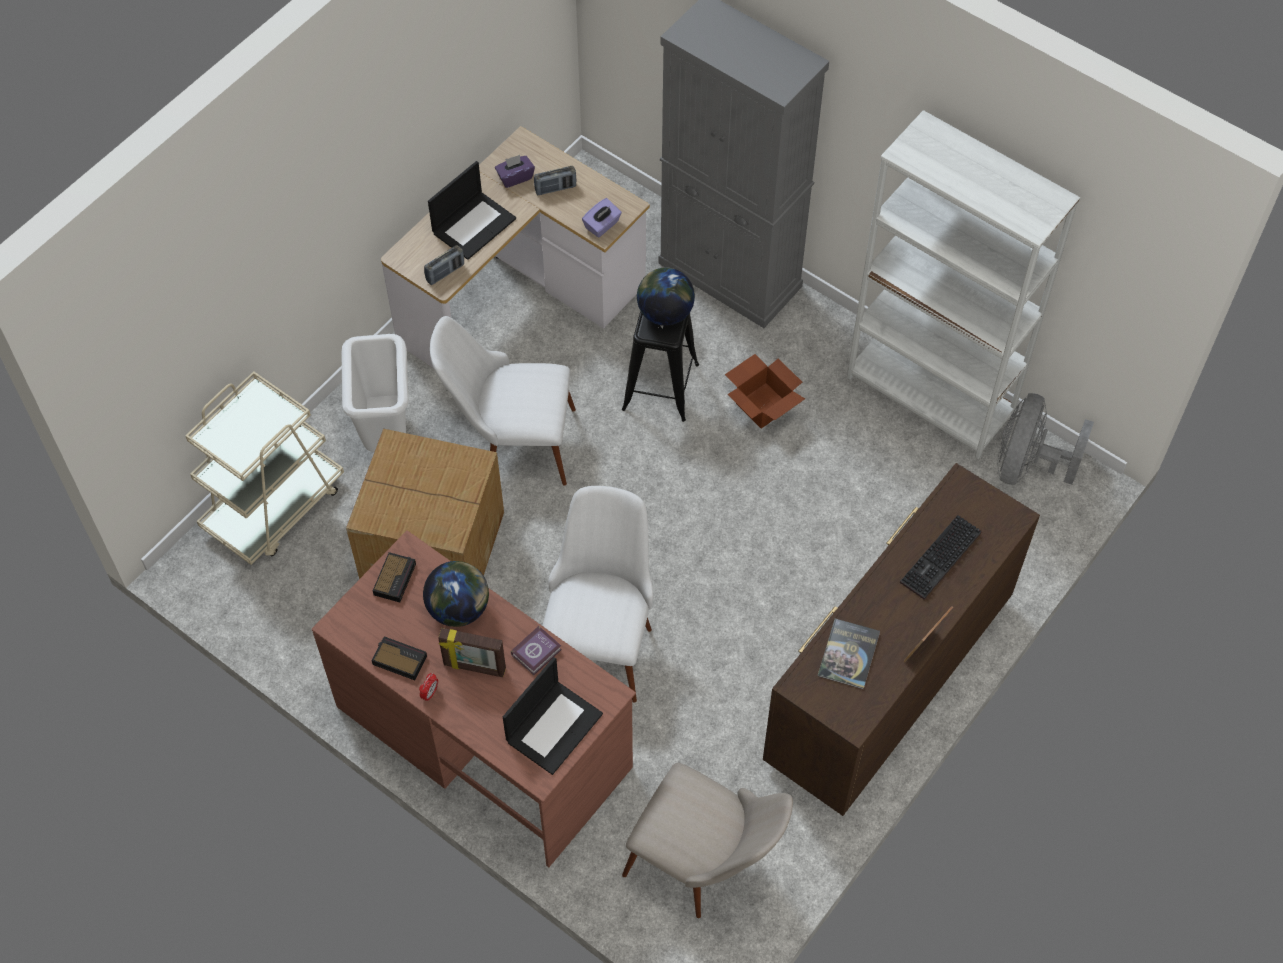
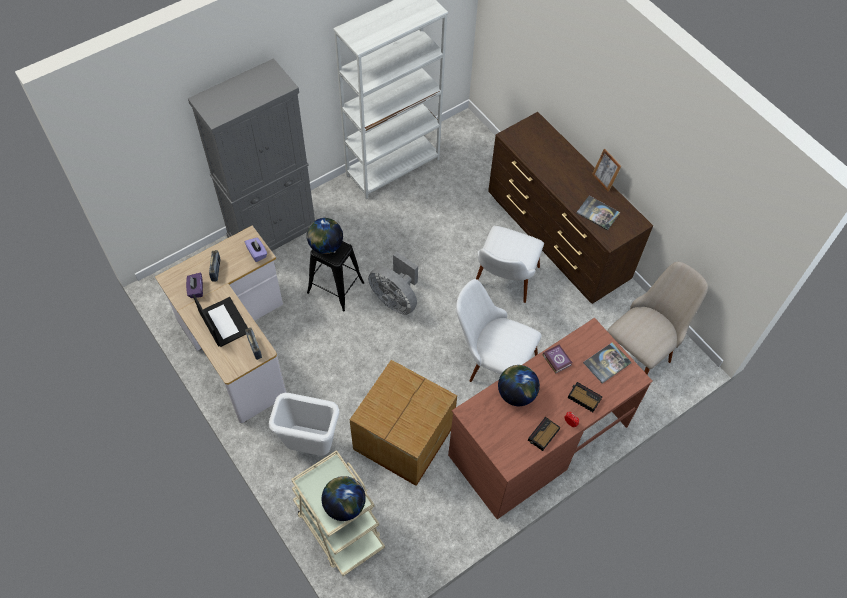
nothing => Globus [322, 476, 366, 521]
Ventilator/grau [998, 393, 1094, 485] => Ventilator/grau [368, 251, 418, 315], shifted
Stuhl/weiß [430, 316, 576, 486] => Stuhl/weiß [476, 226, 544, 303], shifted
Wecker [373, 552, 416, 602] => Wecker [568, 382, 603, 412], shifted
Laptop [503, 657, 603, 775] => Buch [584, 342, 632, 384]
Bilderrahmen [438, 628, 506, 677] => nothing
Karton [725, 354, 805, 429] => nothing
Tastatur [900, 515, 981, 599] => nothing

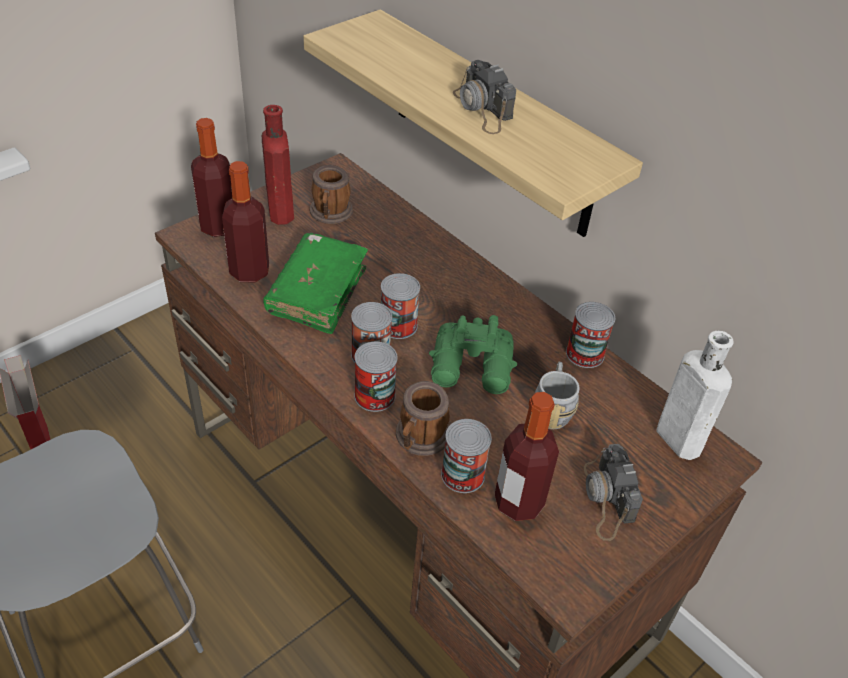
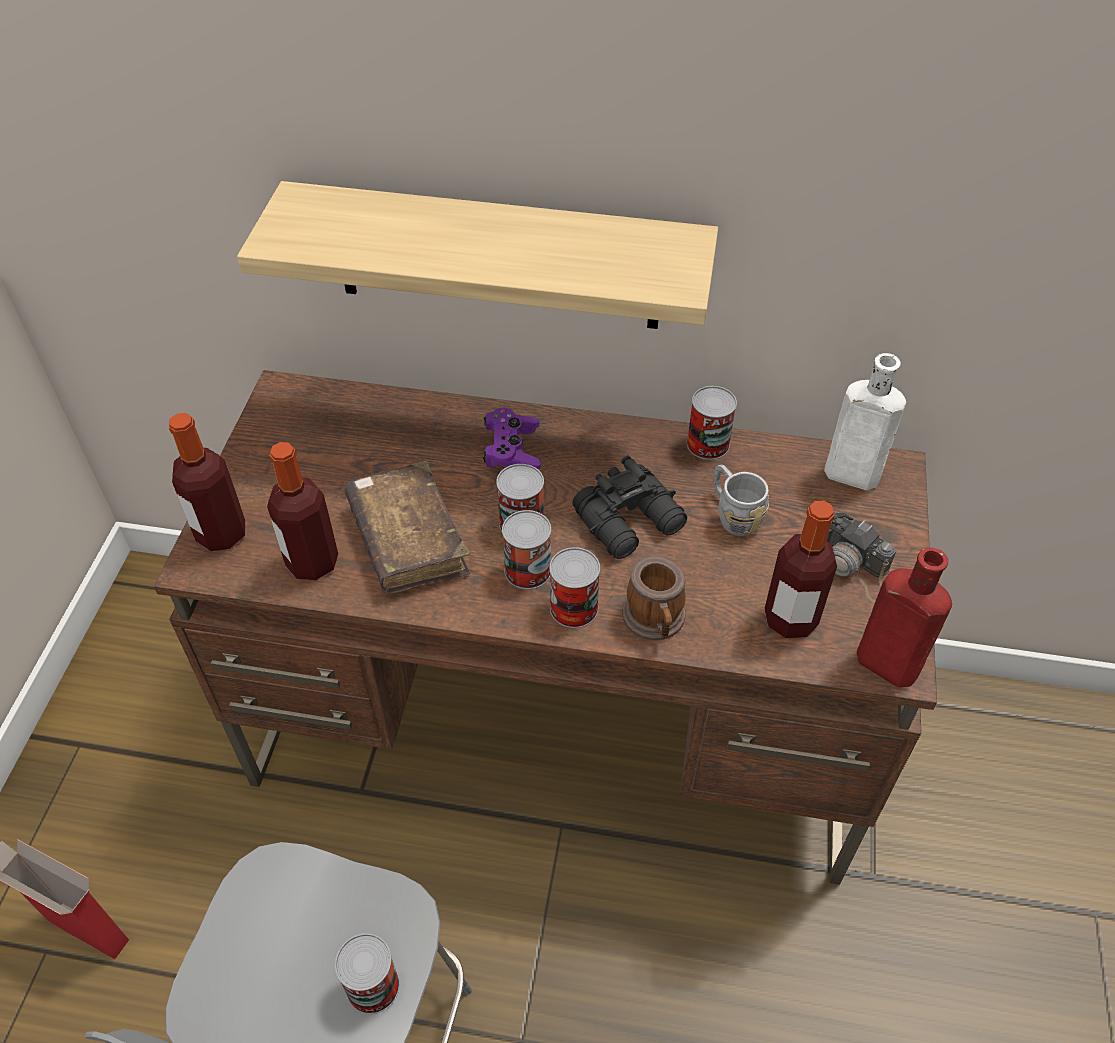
Dose [441, 419, 492, 493] => Dose [335, 933, 400, 1014], shifted
Buch/grün [263, 232, 368, 334] => Buch/braun [345, 461, 470, 594]
nothing => Gamepad/lila [483, 408, 541, 469]
Fernglas/grün [429, 315, 517, 394] => Fernglas/schwarz [572, 455, 687, 559]
Flasche/rot [262, 105, 294, 225] => Flasche/rot [857, 547, 952, 687], shifted
Henkelbecher [310, 165, 353, 224] => nothing
Kamera [453, 60, 516, 134] => nothing

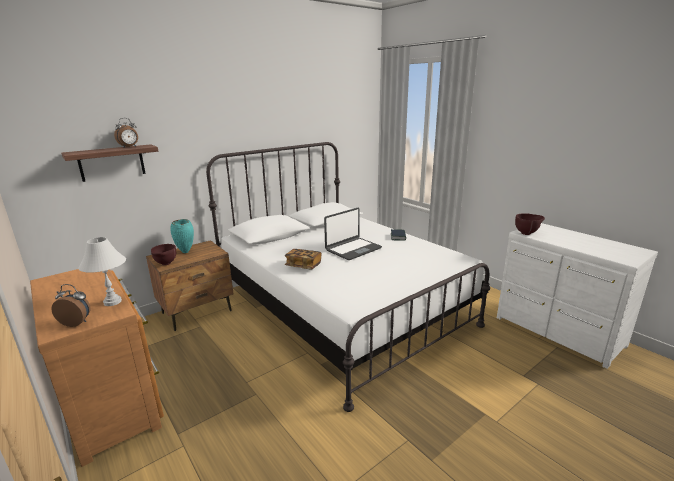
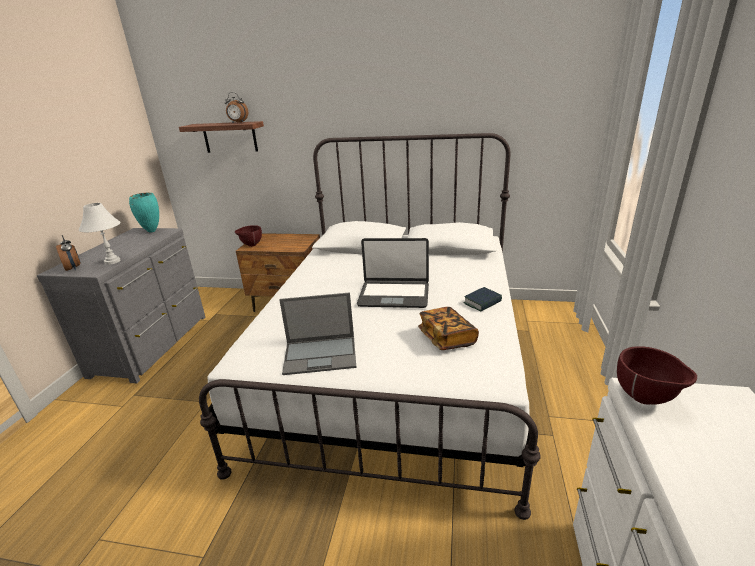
Kommode/braun [30, 269, 164, 467] => Kommode/grau [37, 228, 206, 383]
Vase/türkis [170, 219, 194, 253] => Vase/türkis [129, 193, 159, 233], shifted
nothing => Laptop [279, 292, 356, 375]
Buch [285, 249, 322, 269] => Buch [418, 307, 479, 350], shifted

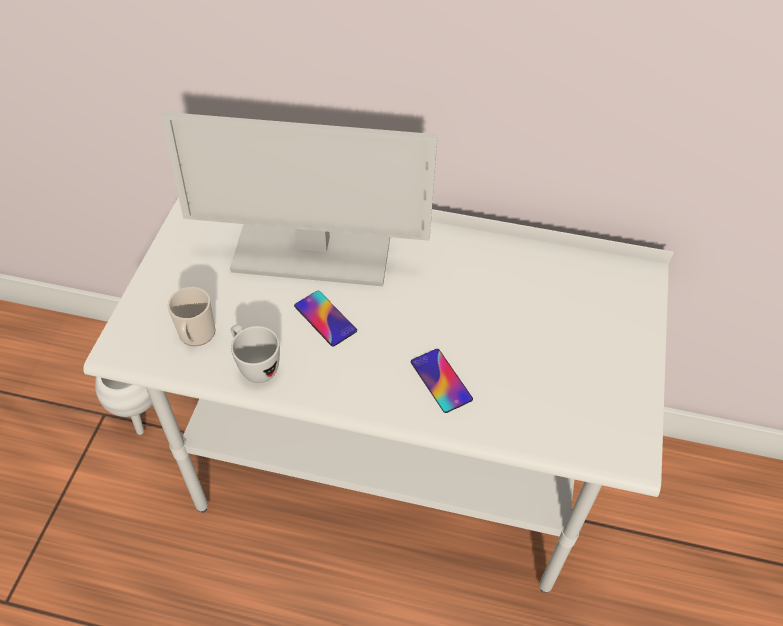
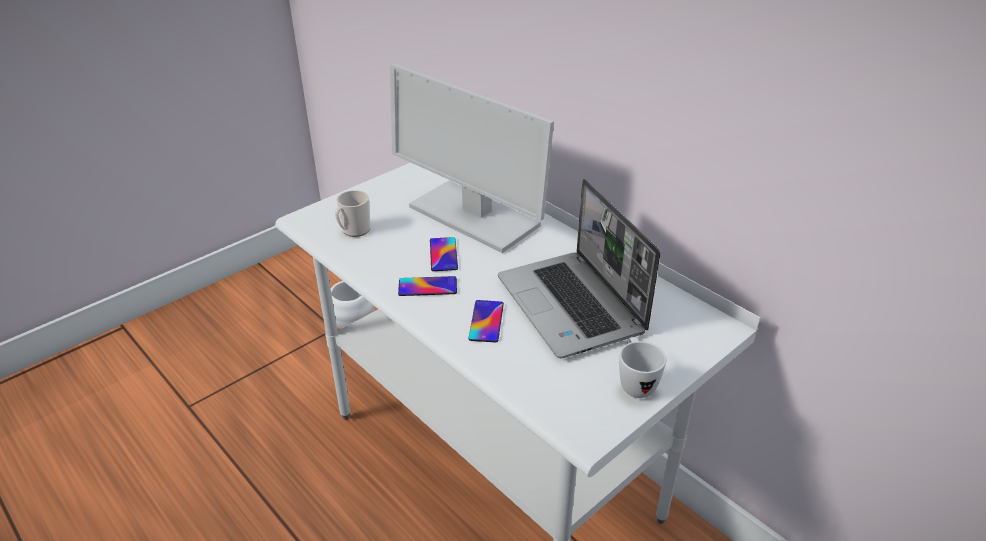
nothing => Handy [398, 276, 457, 296]
nothing => Laptop [498, 179, 660, 358]
Henkelbecher/weiß [231, 324, 280, 383] => Henkelbecher/weiß [619, 337, 666, 398], shifted

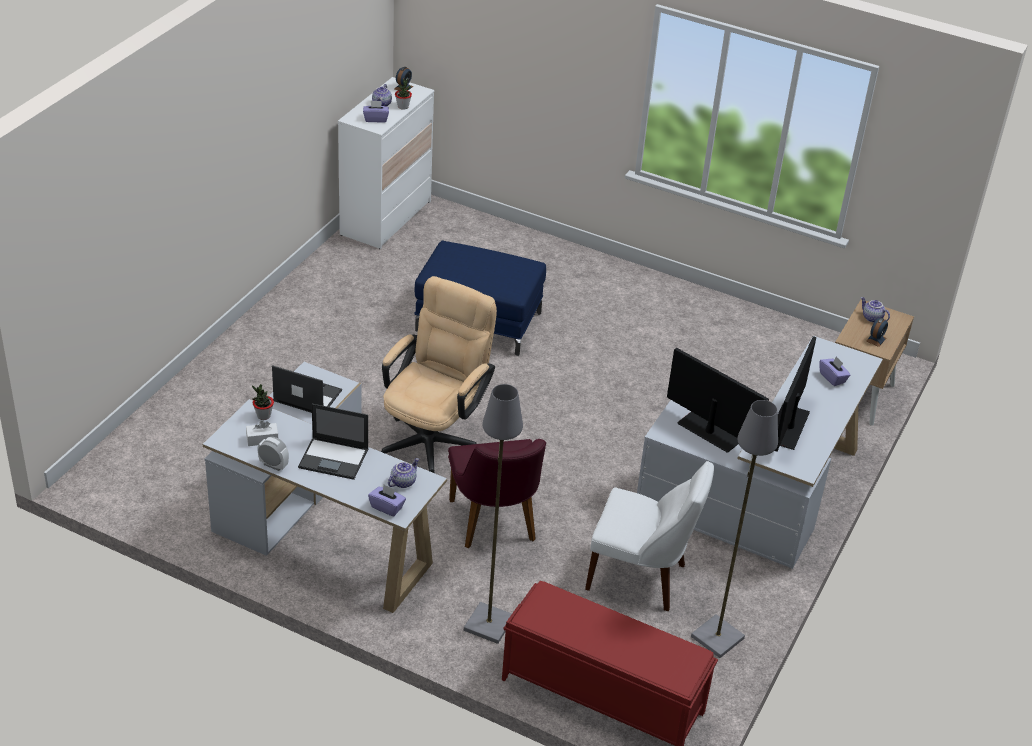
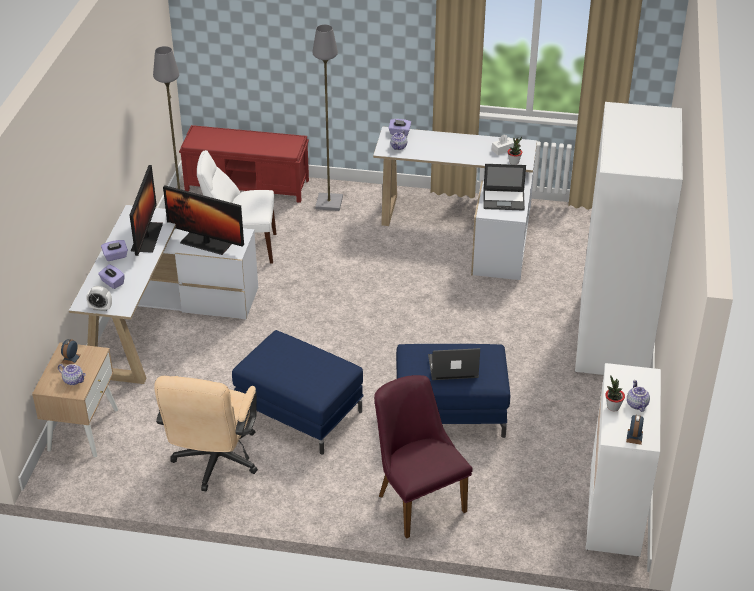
Wecker [257, 437, 289, 471] => Wecker [86, 286, 112, 311], shifted
Taschentuchbox/lila [363, 100, 389, 123] => Taschentuchbox/lila [101, 240, 128, 261], shifted
Bürostuhl/beige [380, 276, 497, 473] => Bürostuhl/beige [154, 376, 258, 491], shifted
nothing => Polsterhocker/blau [232, 330, 364, 455]
Stuhl/lila [448, 439, 546, 548] => Stuhl/lila [374, 375, 473, 539], shifted
Laptop [298, 404, 369, 480] => Laptop [428, 348, 480, 380], shifted
nothing => Kleiderschrank/weiß [575, 102, 683, 375]

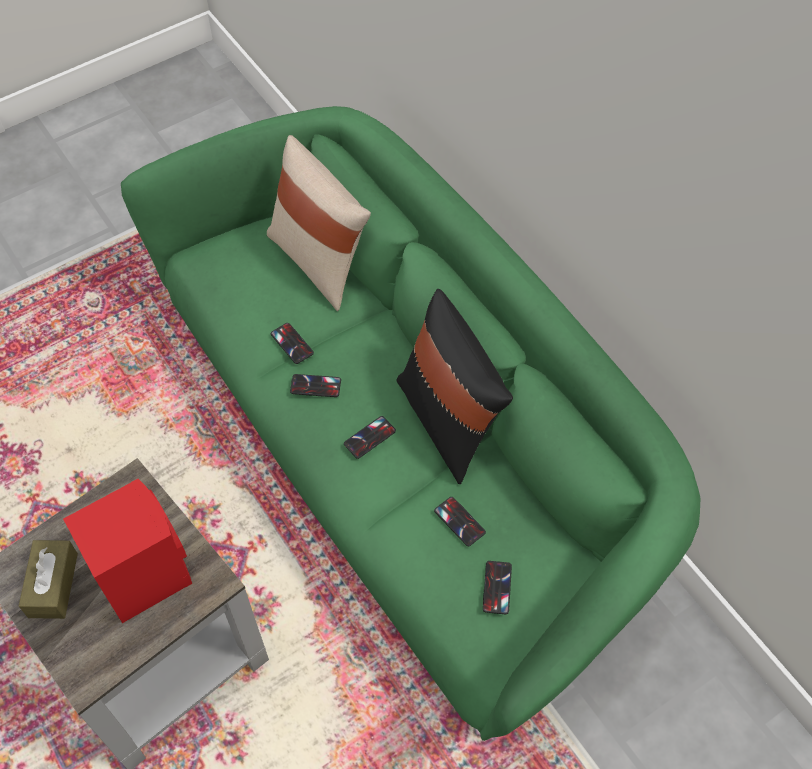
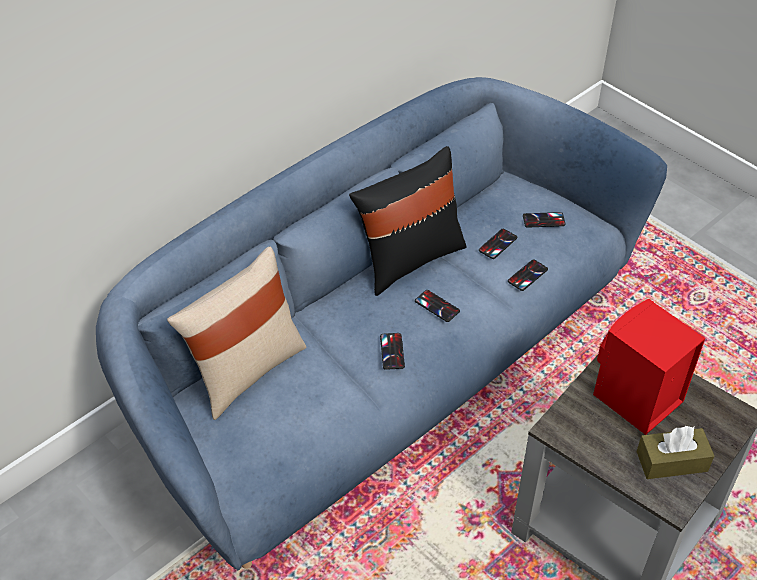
Sofa/grün [121, 106, 701, 741] => Sofa/blau [96, 77, 667, 570]
Handy [271, 323, 314, 364] => Handy [508, 259, 548, 291], shifted

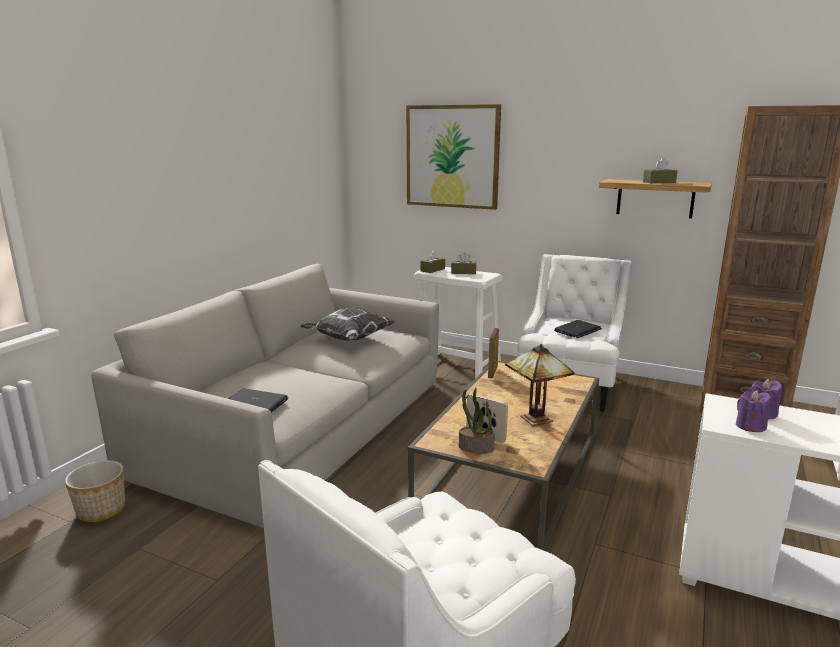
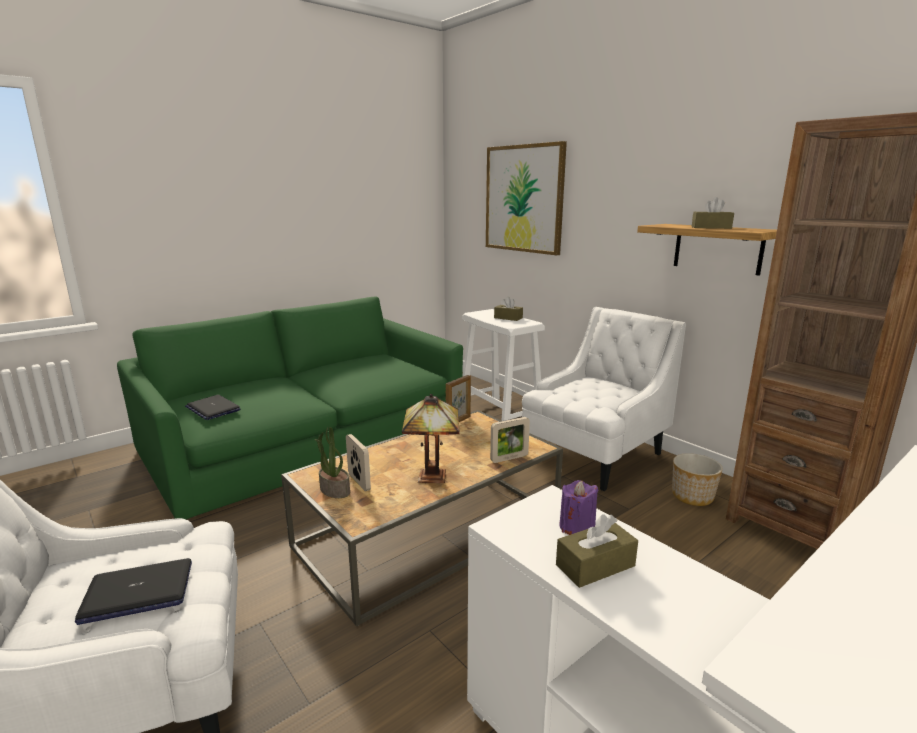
Laptop [554, 320, 602, 338] => Laptop [75, 558, 192, 625], shifted
Sofa/grau [91, 264, 439, 528] => Sofa/grün [117, 297, 463, 519]
nothing => Bilderrahmen [490, 417, 530, 463]
Taschentuchbox/braun [420, 250, 445, 273] => Taschentuchbox/braun [556, 514, 638, 588], shifted
Pflanzkübel [65, 460, 125, 522] => Pflanzkübel [672, 453, 723, 506], shifted
Kissen [300, 308, 395, 340] => nothing
Kerze/lila [736, 390, 771, 432] => nothing

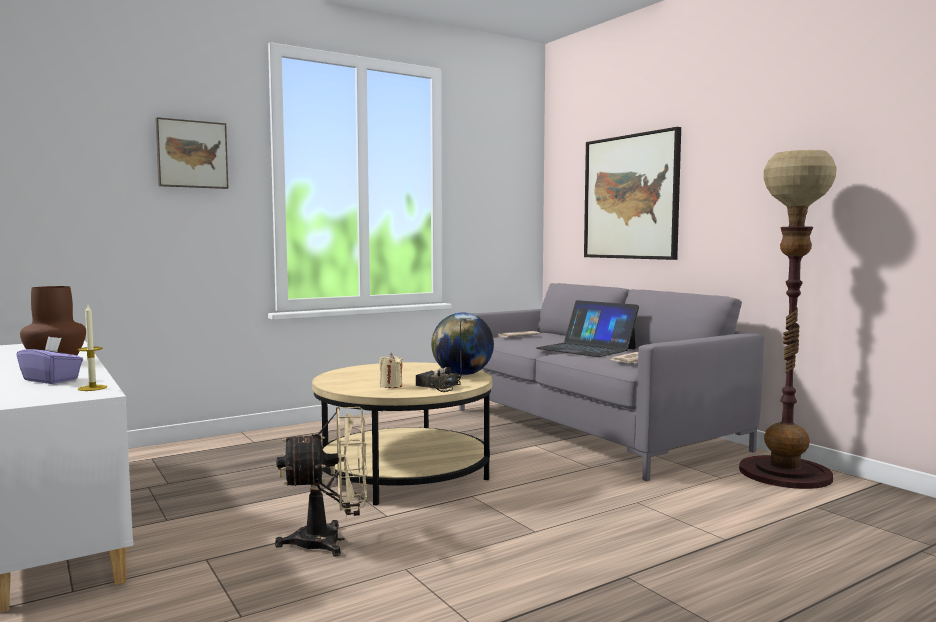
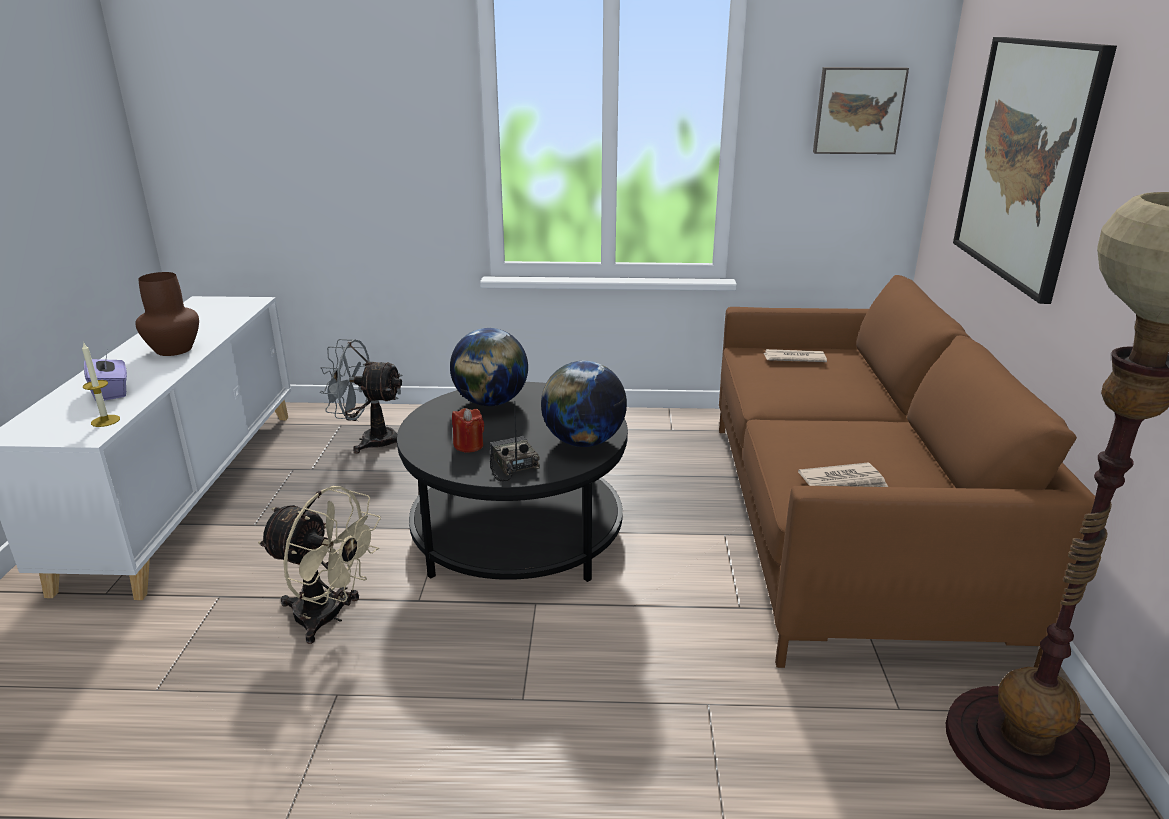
nothing => Ventilator/grau [320, 339, 403, 454]
Couchtisch/beige [312, 362, 493, 506] => Couchtisch/schwarz [397, 382, 628, 582]
nothing => Globus [450, 328, 528, 406]
Kerze/beige [379, 353, 403, 388] => Kerze/rot [452, 408, 484, 452]
Sofa/grau [459, 283, 764, 481] => Sofa/braun [719, 275, 1095, 668]
Bild [155, 117, 228, 189] => Bild [813, 67, 909, 154], shifted
Laptop [536, 300, 639, 357] => nothing

